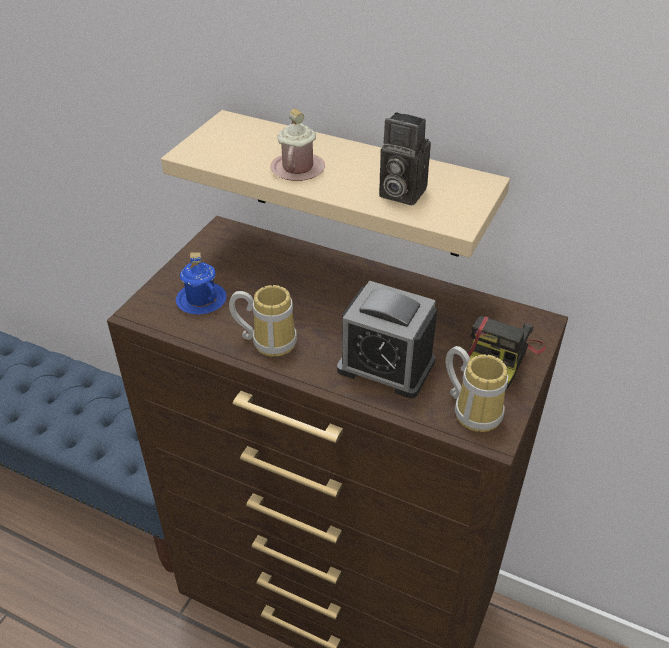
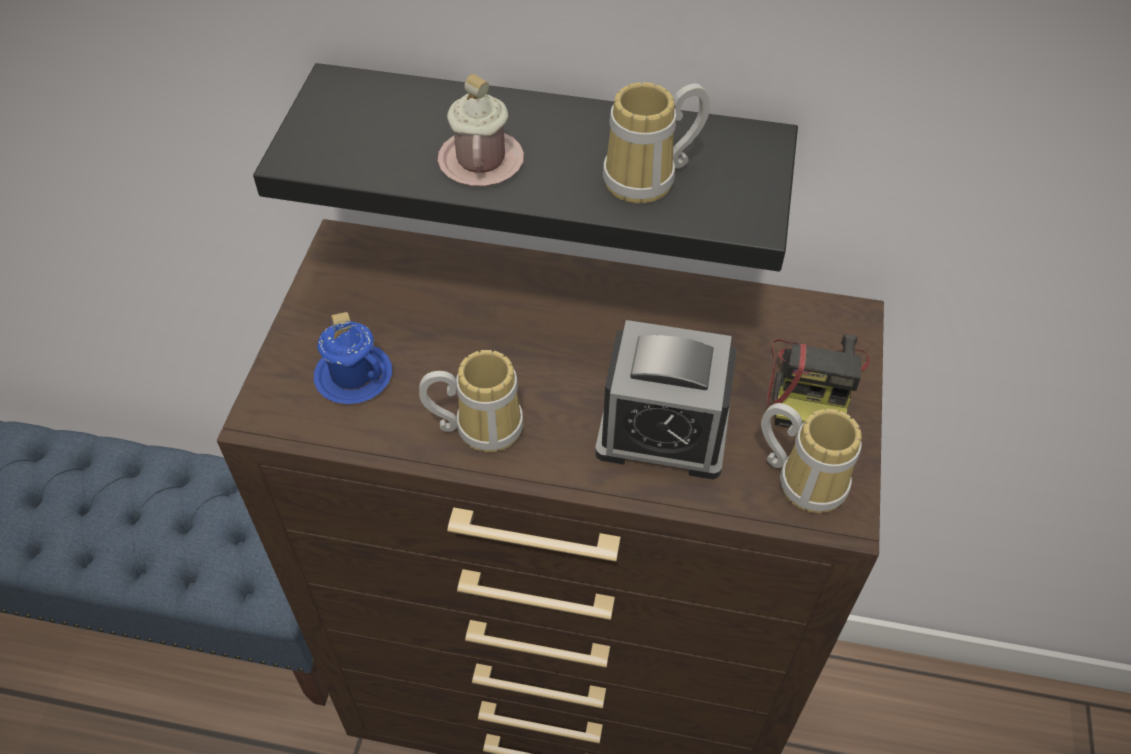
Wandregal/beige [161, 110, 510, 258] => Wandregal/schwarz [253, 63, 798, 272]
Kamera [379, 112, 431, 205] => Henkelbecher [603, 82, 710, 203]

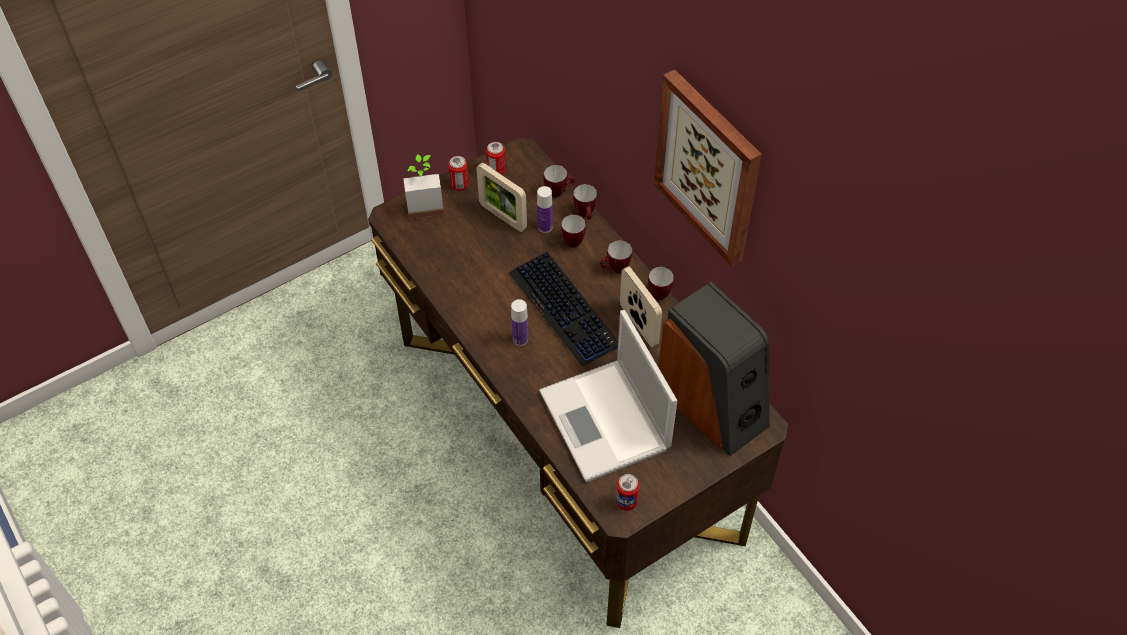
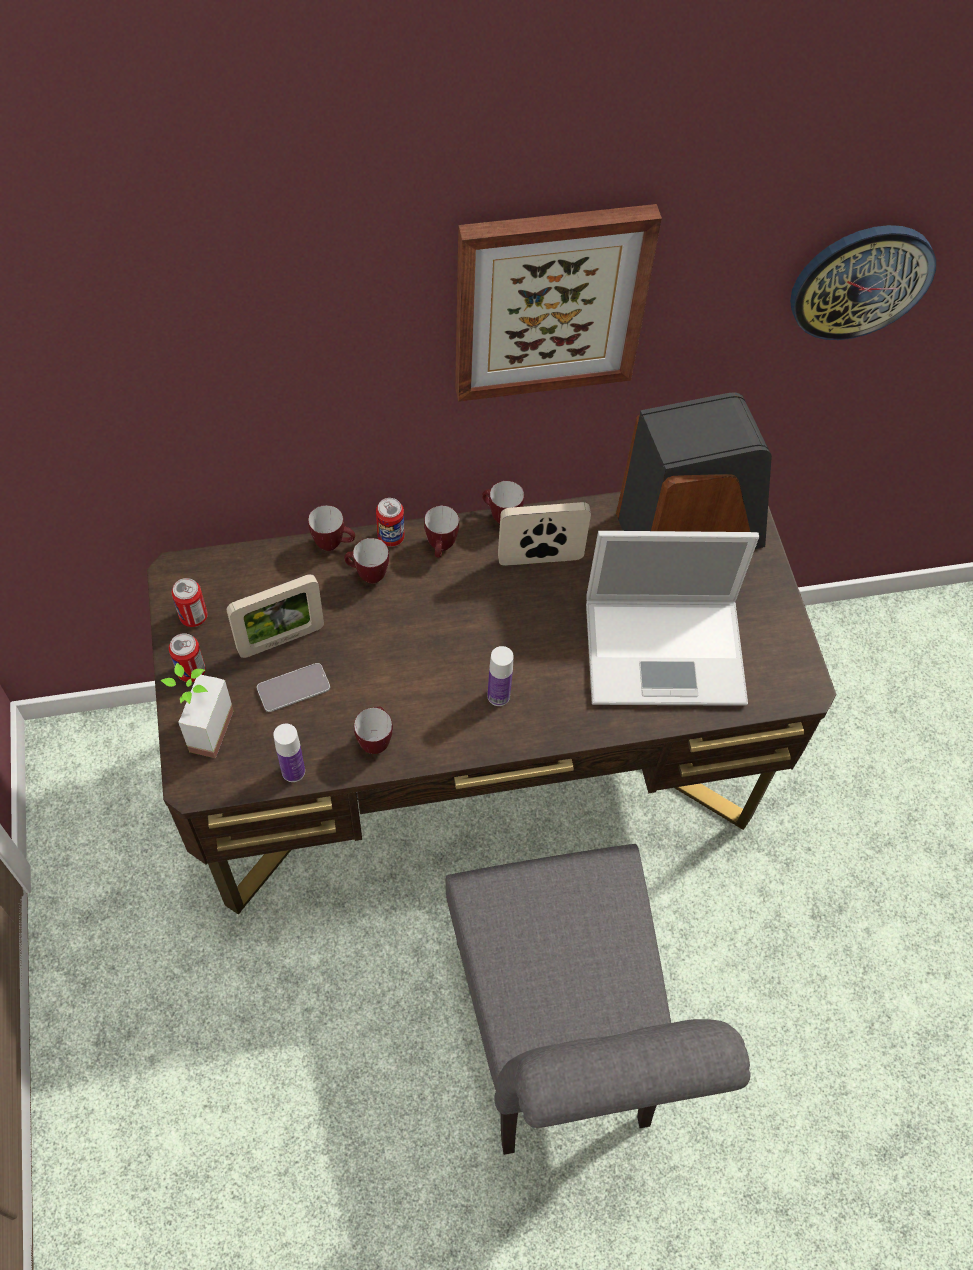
nothing => Handy [257, 663, 330, 712]
Flasche [537, 186, 553, 233] => Flasche [273, 724, 305, 782], shifted
Henkelbecher [543, 165, 575, 197] => Henkelbecher [354, 706, 393, 754], shifted
Dose [616, 474, 639, 511] => Dose [376, 498, 405, 547], shifted
nothing => Stuhl/grau [445, 844, 751, 1155]
nothing => Wanduhr [790, 225, 936, 340]
Tastatur [509, 252, 618, 367] => nothing

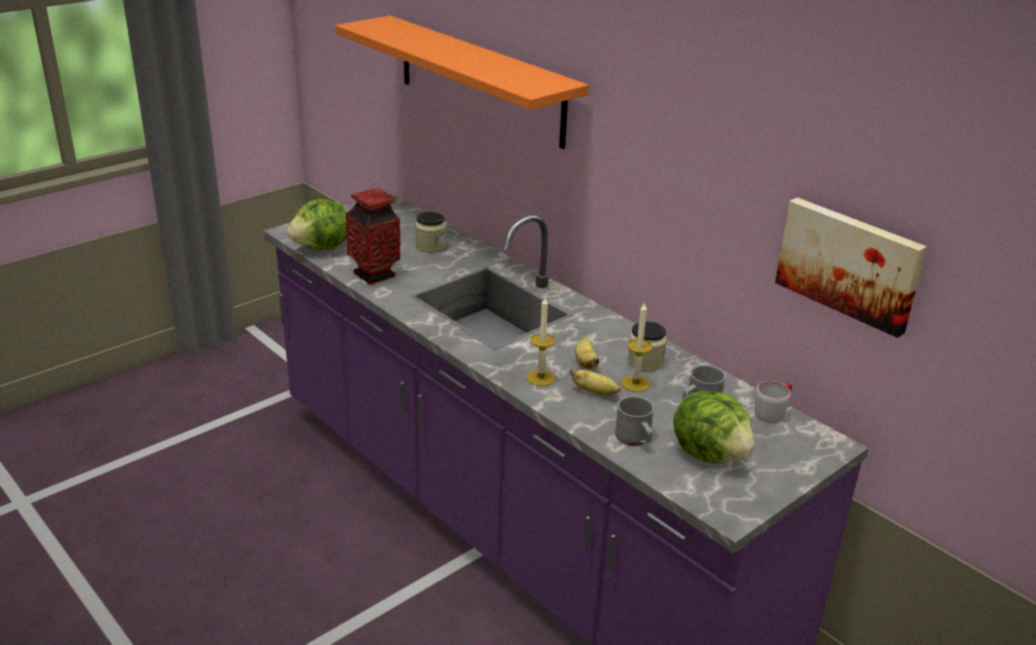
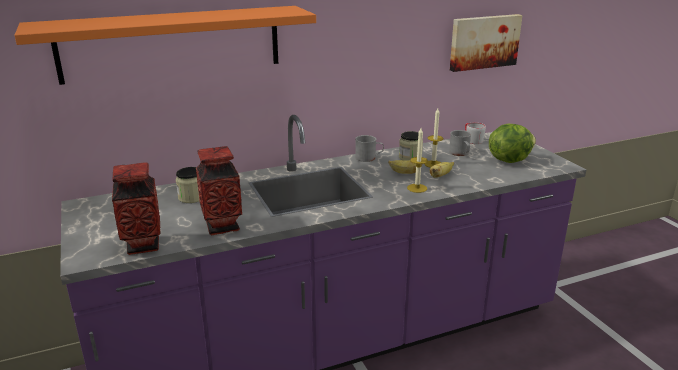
Salatkopf [287, 199, 347, 250] => Vase [112, 163, 160, 255]
Henkelbecher/grau [615, 396, 654, 446] => Henkelbecher/grau [355, 135, 384, 162], shifted

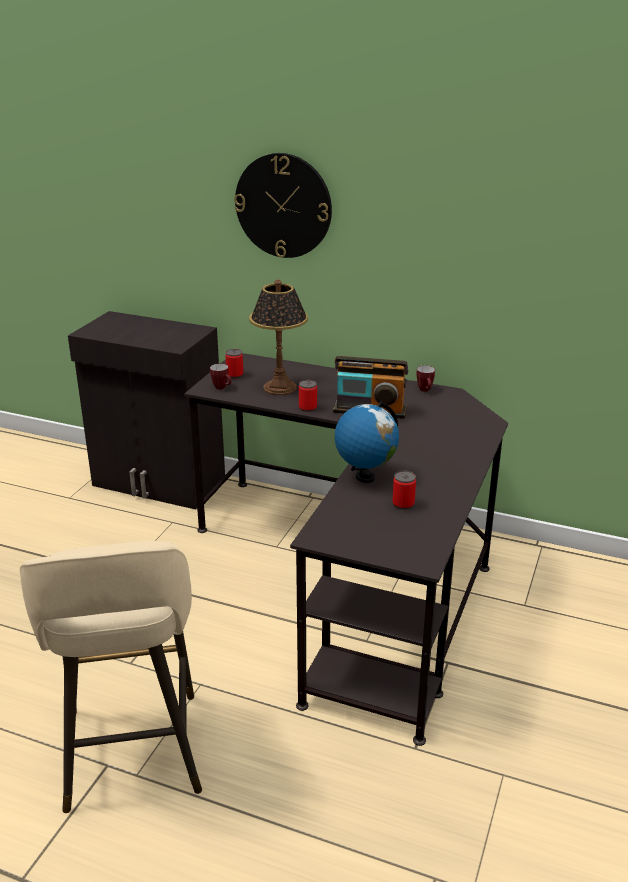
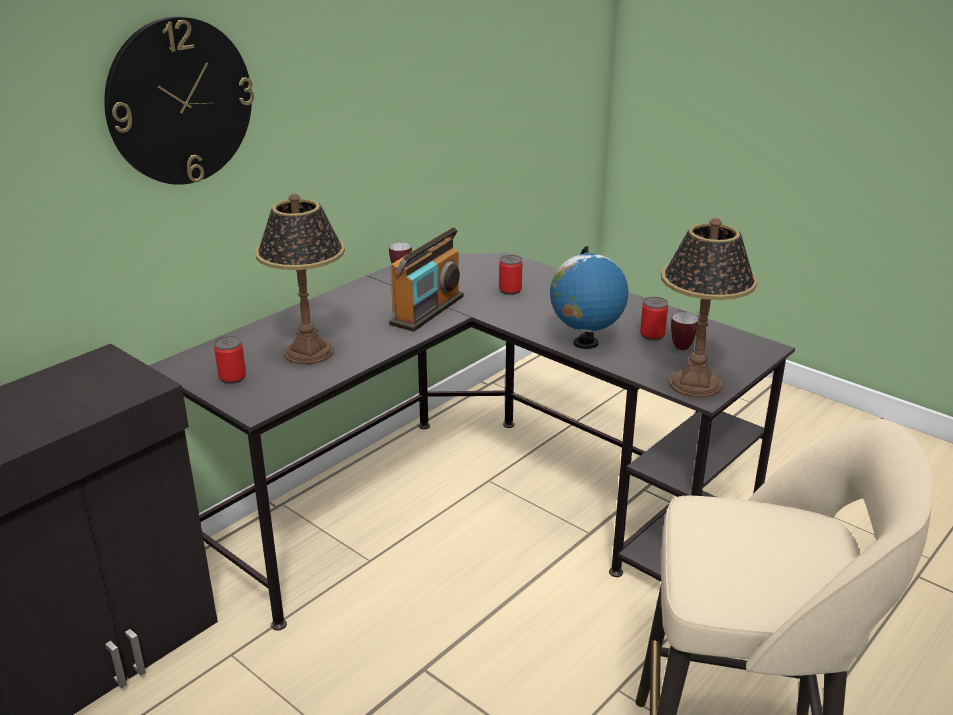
Dose [299, 380, 317, 412] => Dose [499, 255, 522, 295], shifted
nothing => Tischlampe [661, 218, 757, 398]
Henkelbecher [210, 364, 232, 389] => Henkelbecher [671, 312, 699, 350], shifted

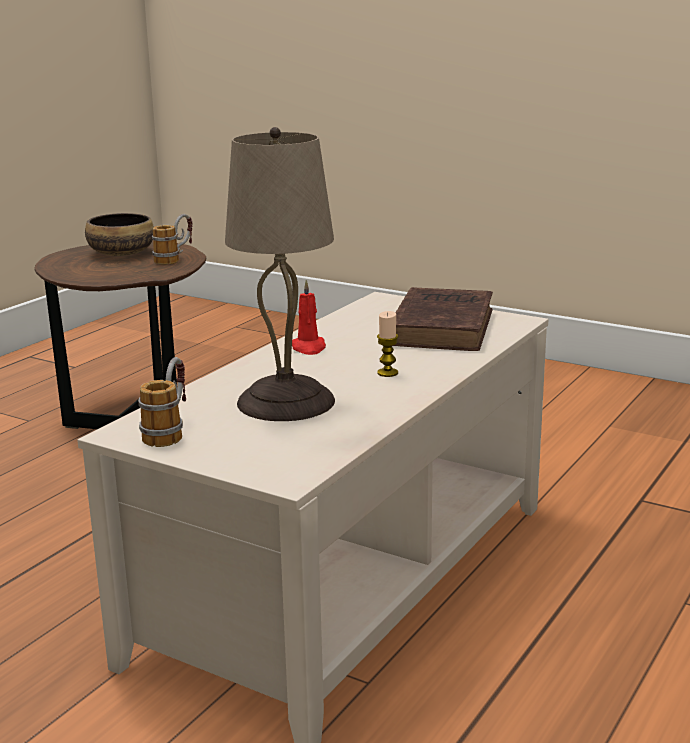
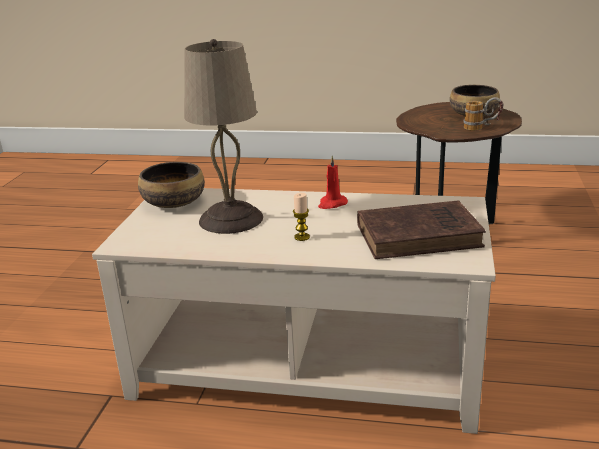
Henkelbecher [138, 357, 186, 447] => Schüssel [138, 162, 205, 208]

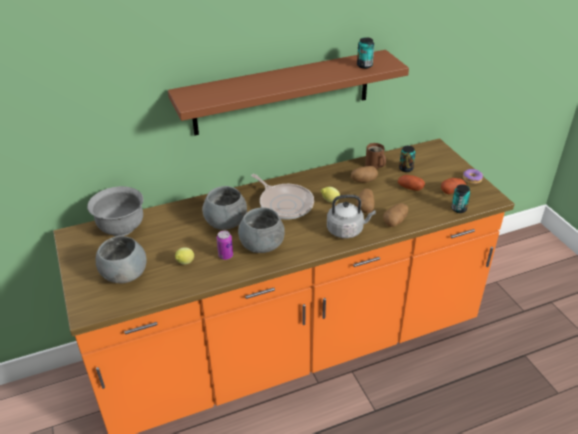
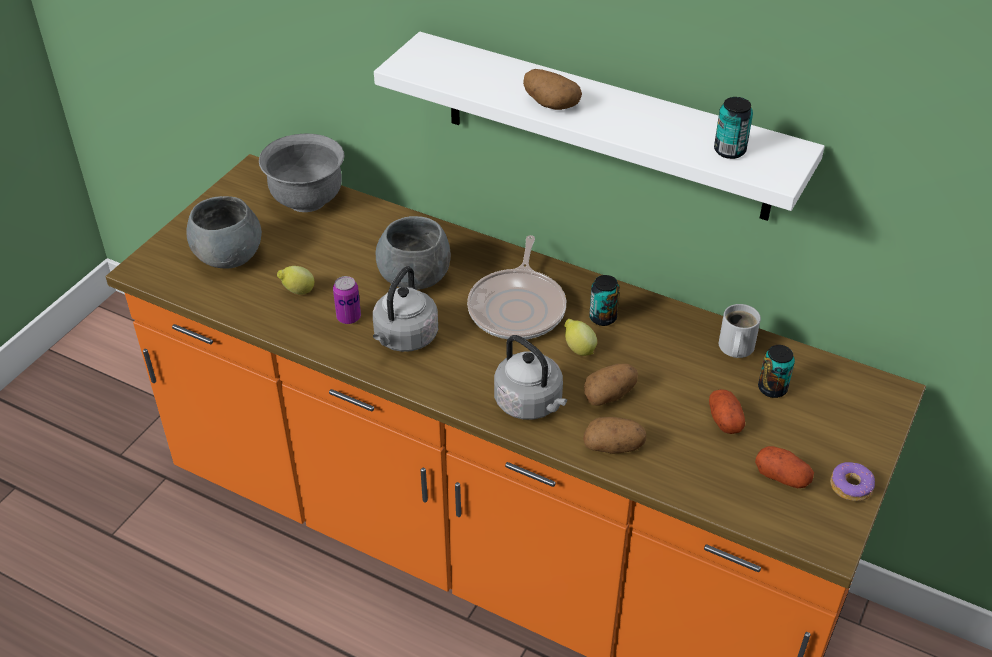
Schüssel/grau [238, 207, 285, 253] => Wasserkessel/grau [373, 266, 438, 352]
Wandregal/braun [168, 50, 409, 135] => Wandregal/weiß [374, 32, 825, 221]
Kartoffel [351, 166, 378, 183] => Kartoffel [523, 69, 582, 110], shifted
Dose [451, 184, 471, 213] => Dose [589, 275, 620, 326], shifted
Henkelbecher/braun [365, 143, 386, 169] => Henkelbecher/weiß [719, 304, 761, 358]

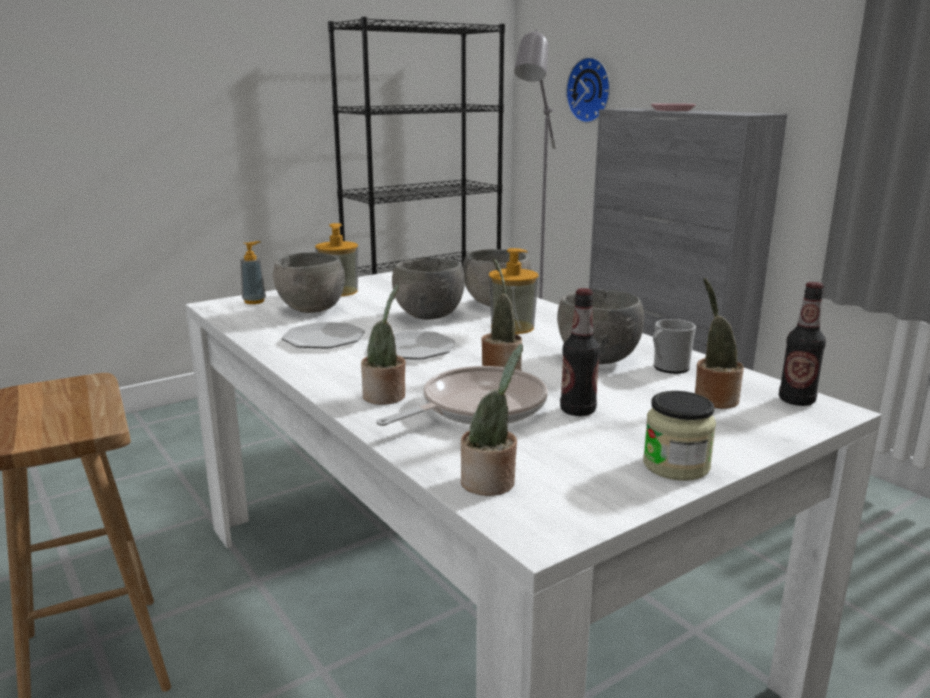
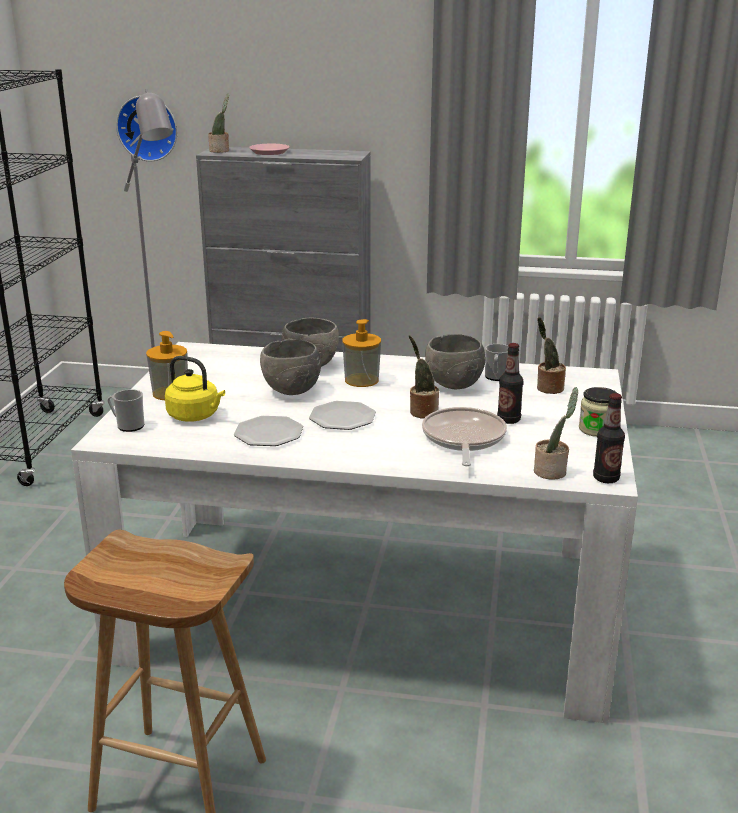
Seifenspender [240, 241, 266, 304] => Henkelbecher [107, 389, 145, 432]
Schüssel/grau [273, 252, 345, 313] => Wasserkessel/gelb [165, 356, 225, 422]
Topfpflanze [361, 285, 406, 405] => Topfpflanze [208, 94, 229, 153], shifted
Flasche [779, 282, 826, 406] => Flasche [593, 393, 625, 483], shifted

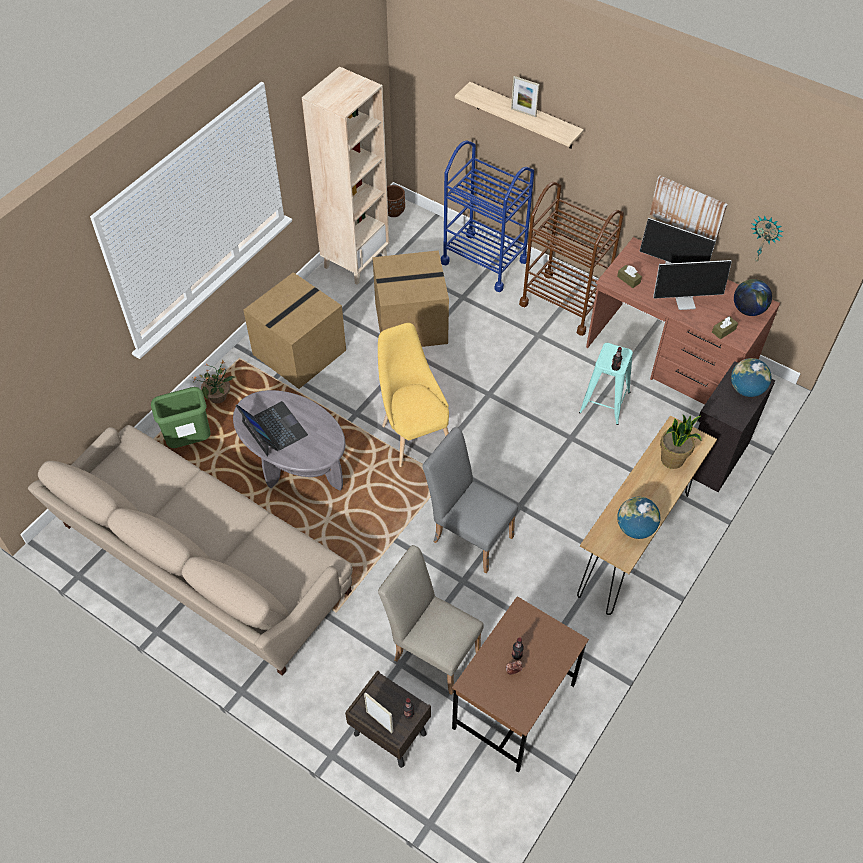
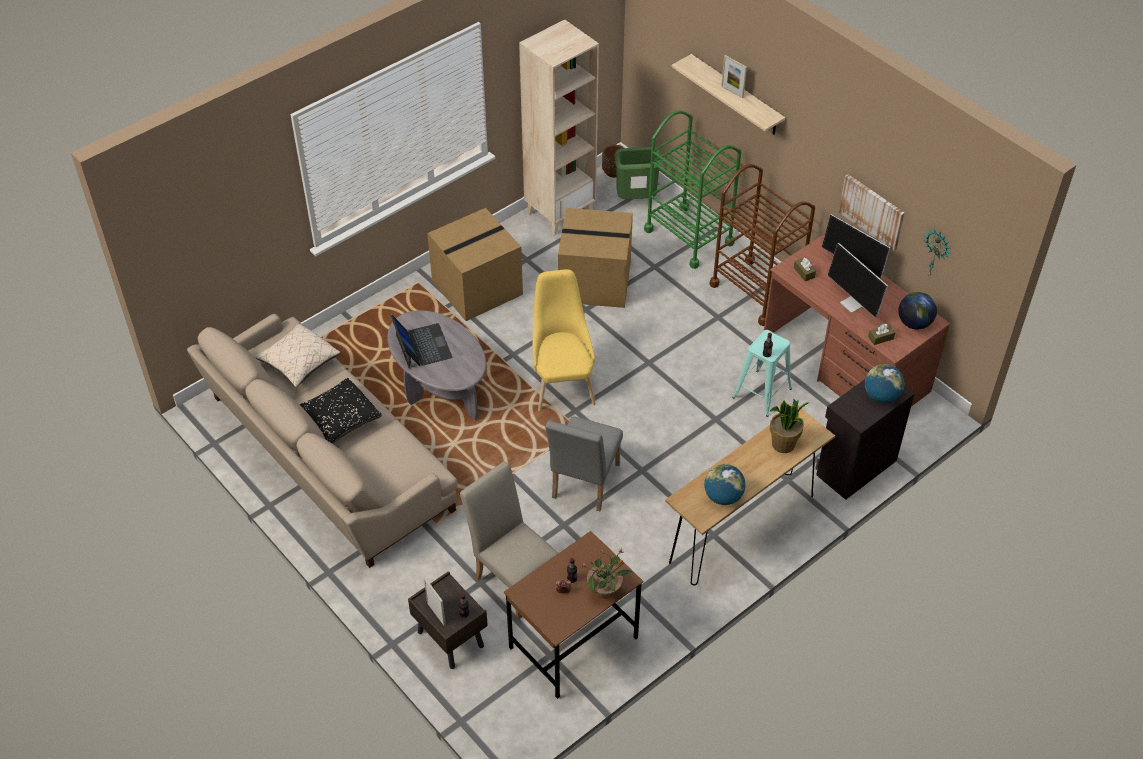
nothing => Kissen/beige [255, 324, 341, 387]
nothing => Kissen/schwarz [299, 378, 382, 444]
Stuhl/grau [422, 427, 518, 573] => Stuhl/grau [545, 416, 623, 511], 120 degrees counterclockwise
Topfpflanze [193, 360, 236, 403] => Topfpflanze [580, 548, 633, 599], shifted
Mülleimer/grün [151, 387, 210, 448] => Mülleimer/grün [614, 147, 662, 199], shifted
Rollwagen/blau [441, 141, 534, 292] => Rollwagen/grün [644, 110, 741, 269]
Monitor [653, 260, 732, 310] => Monitor [828, 243, 888, 318], 45 degrees clockwise

